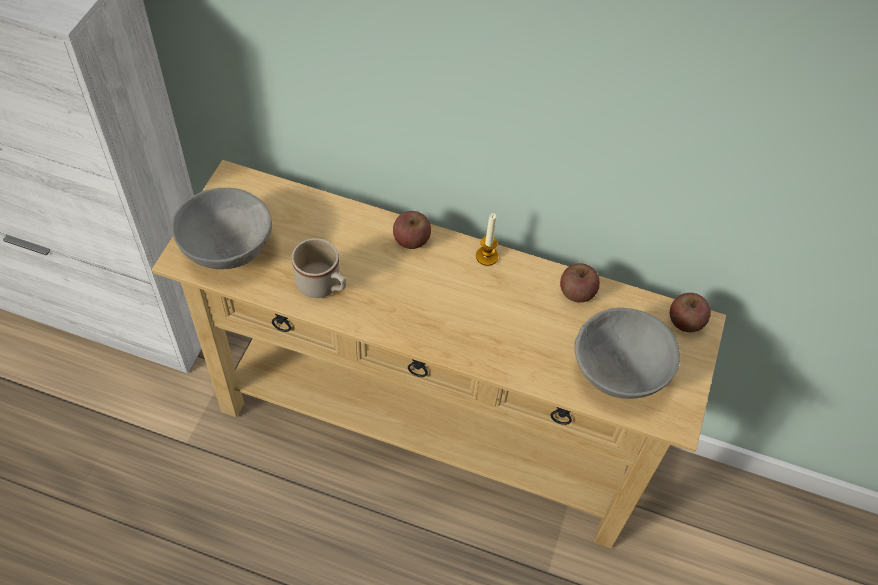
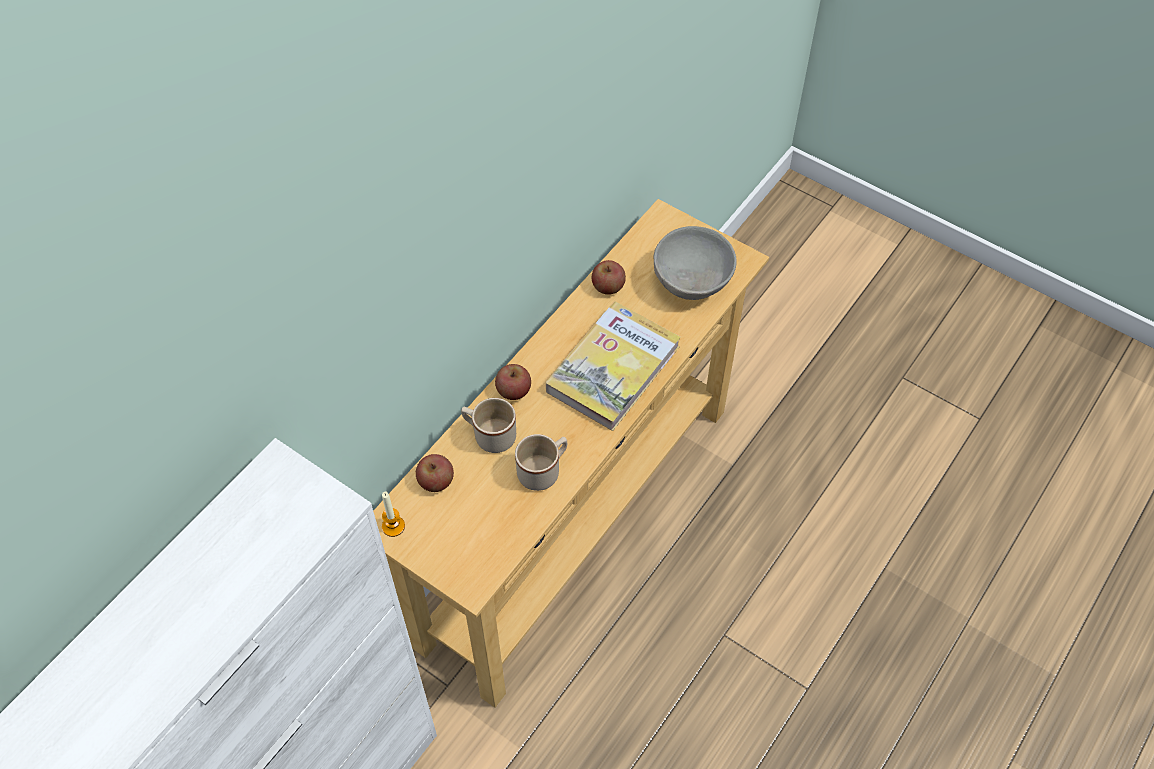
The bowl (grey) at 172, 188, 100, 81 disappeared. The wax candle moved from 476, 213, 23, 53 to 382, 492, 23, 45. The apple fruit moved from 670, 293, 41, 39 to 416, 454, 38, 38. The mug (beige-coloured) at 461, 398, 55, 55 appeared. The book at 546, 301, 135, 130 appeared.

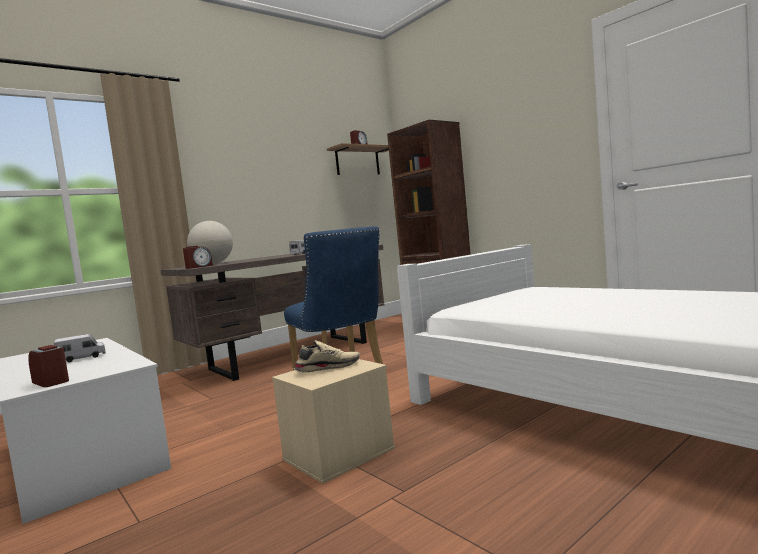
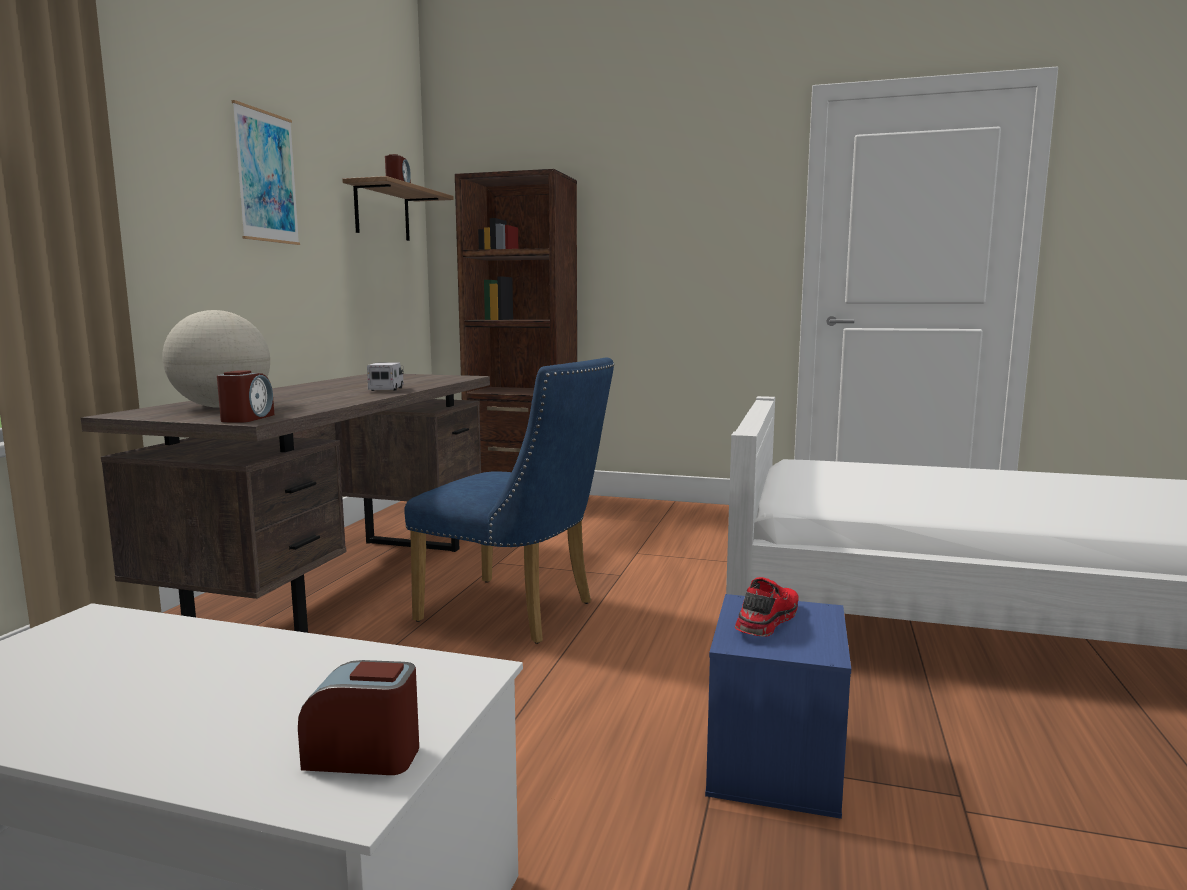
The toy lorry at 54, 334, 51, 28 disappeared. The storage container (beige-coloured) at 272, 359, 123, 125 became the storage container (bluish) at 705, 594, 146, 225. The item of footwear (beige-coloured) at 294, 340, 66, 33 became the item of footwear (reddish) at 735, 577, 64, 60. The picture at 232, 100, 68, 145 appeared.

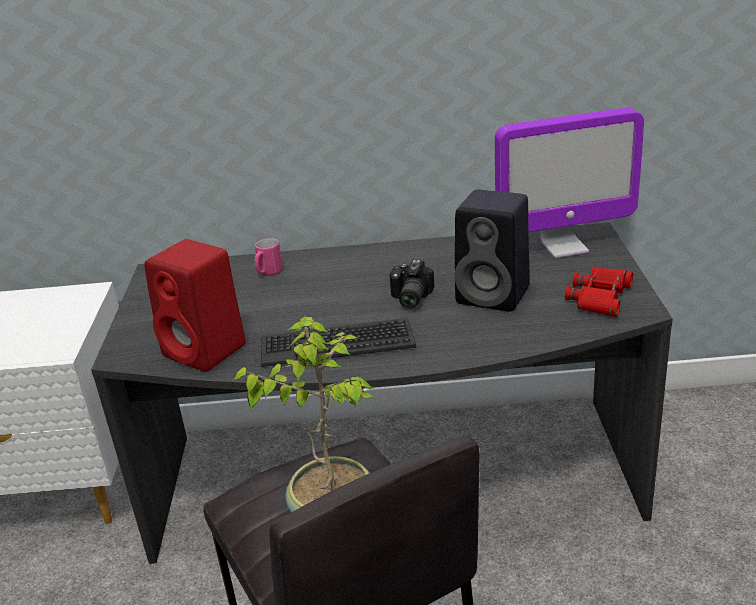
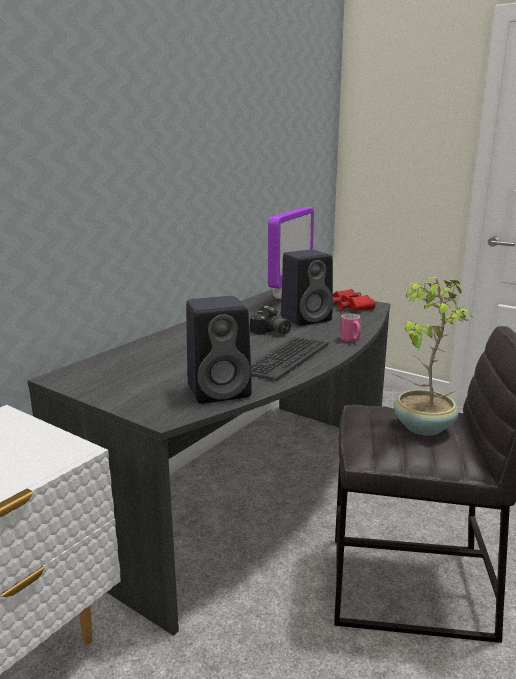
The loudspeaker (reddish) at 144, 239, 102, 133 became the loudspeaker (black) at 186, 296, 66, 108. The mug (pink) moved from 255, 238, 28, 38 to 340, 314, 21, 28.

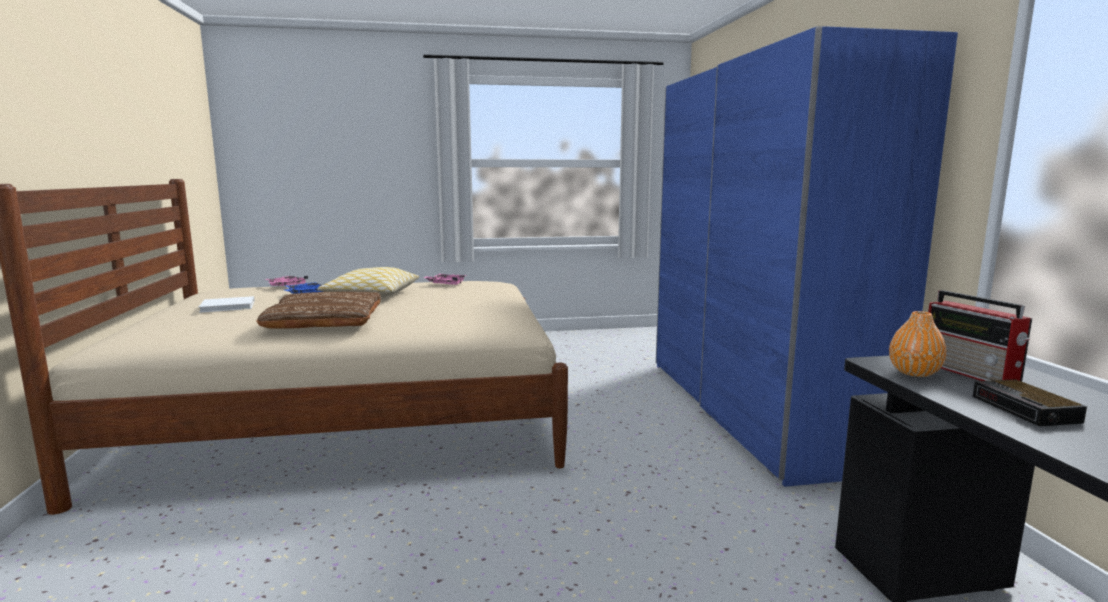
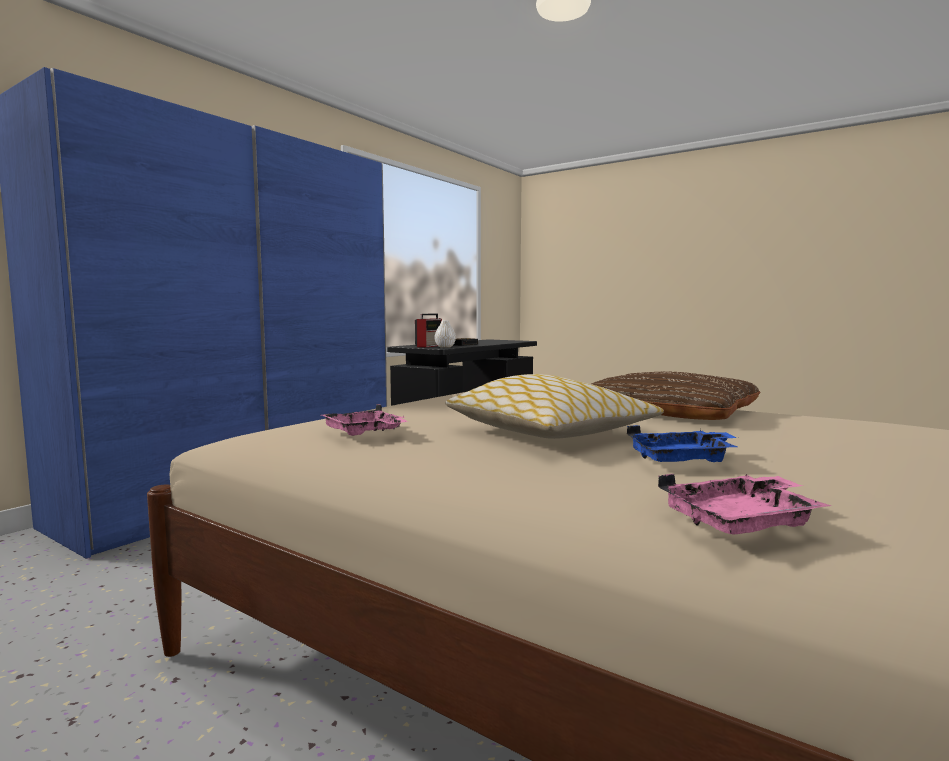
The book (white) at 199, 296, 56, 17 disappeared. The vase (orangey) at 889, 311, 58, 66 became the vase (white) at 435, 320, 21, 28.

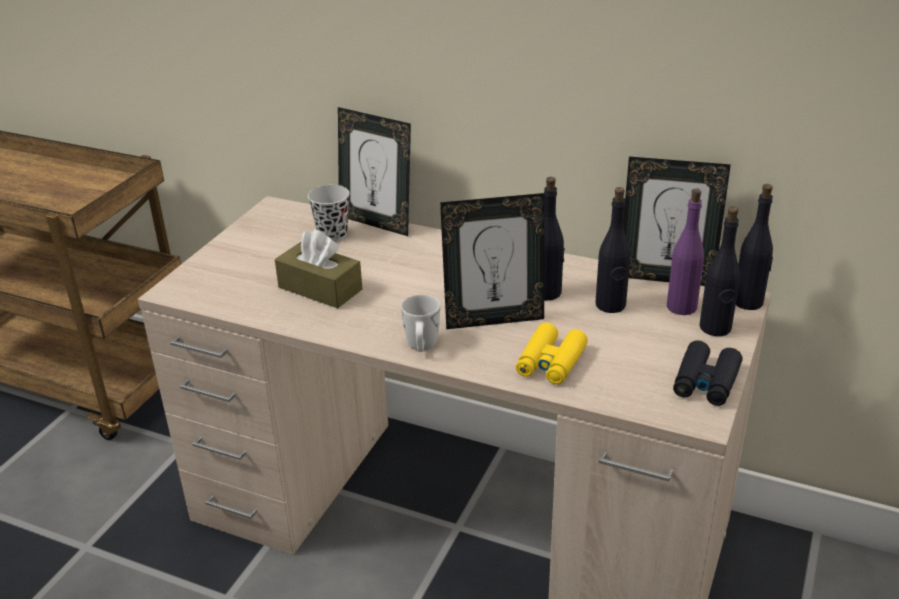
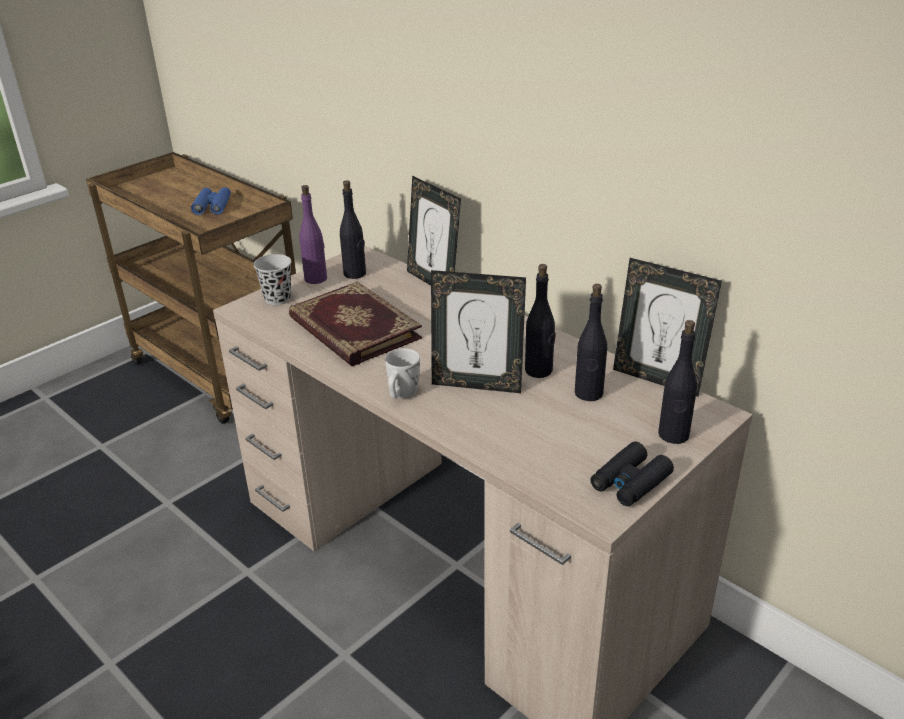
The tissue holder (brown) at 275, 230, 87, 78 was replaced by the book at 289, 281, 133, 85. The cup (black) moved from 308, 185, 42, 57 to 254, 254, 37, 51. The field glasses (yellow) at 516, 322, 72, 62 disappeared. The drink bottle (purple-coloured) moved from 667, 189, 37, 126 to 299, 185, 28, 99. The drink bottle (black) moved from 736, 184, 37, 126 to 340, 181, 26, 98. The field glasses (bluish) at 191, 187, 40, 28 appeared.

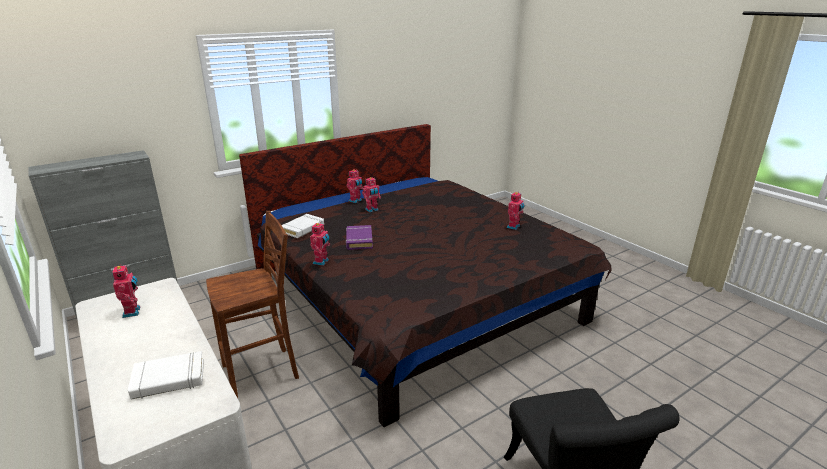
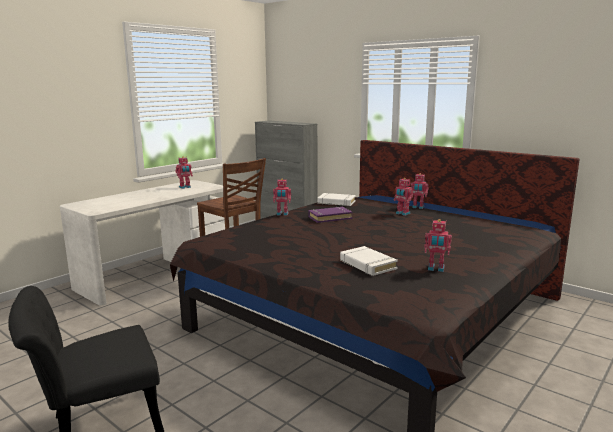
The book (white) moved from 128, 351, 76, 49 to 340, 246, 58, 30.

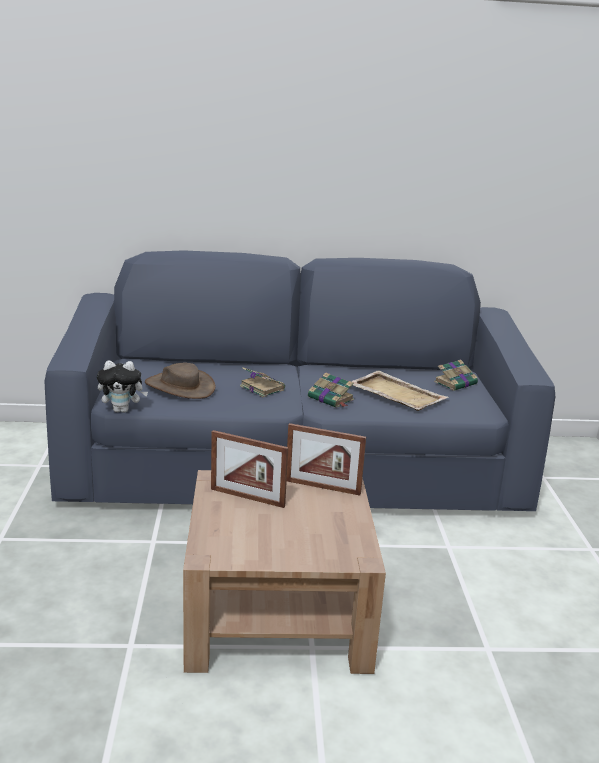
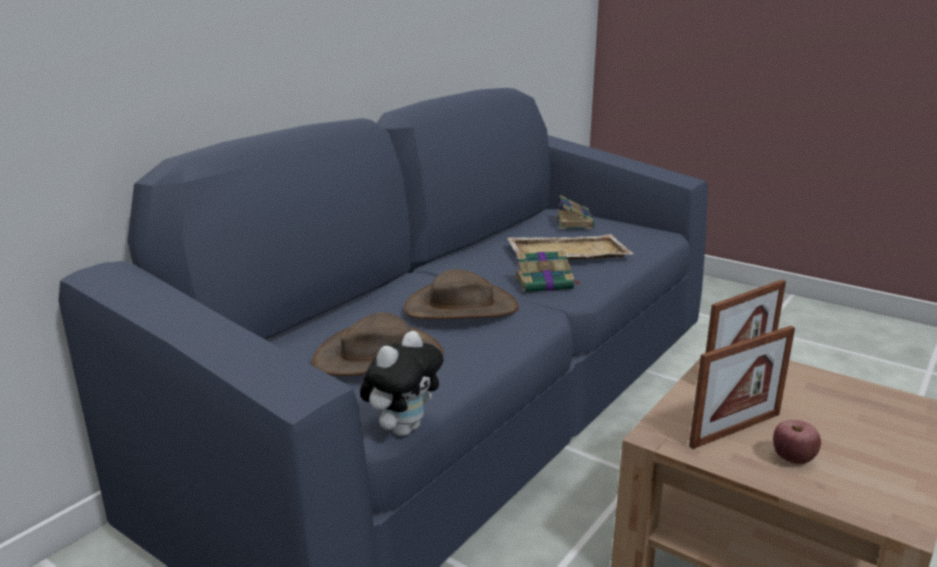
The book at 240, 367, 45, 30 was replaced by the wearable hat (brown) at 403, 269, 116, 50. The apple fruit at 773, 420, 48, 44 appeared.

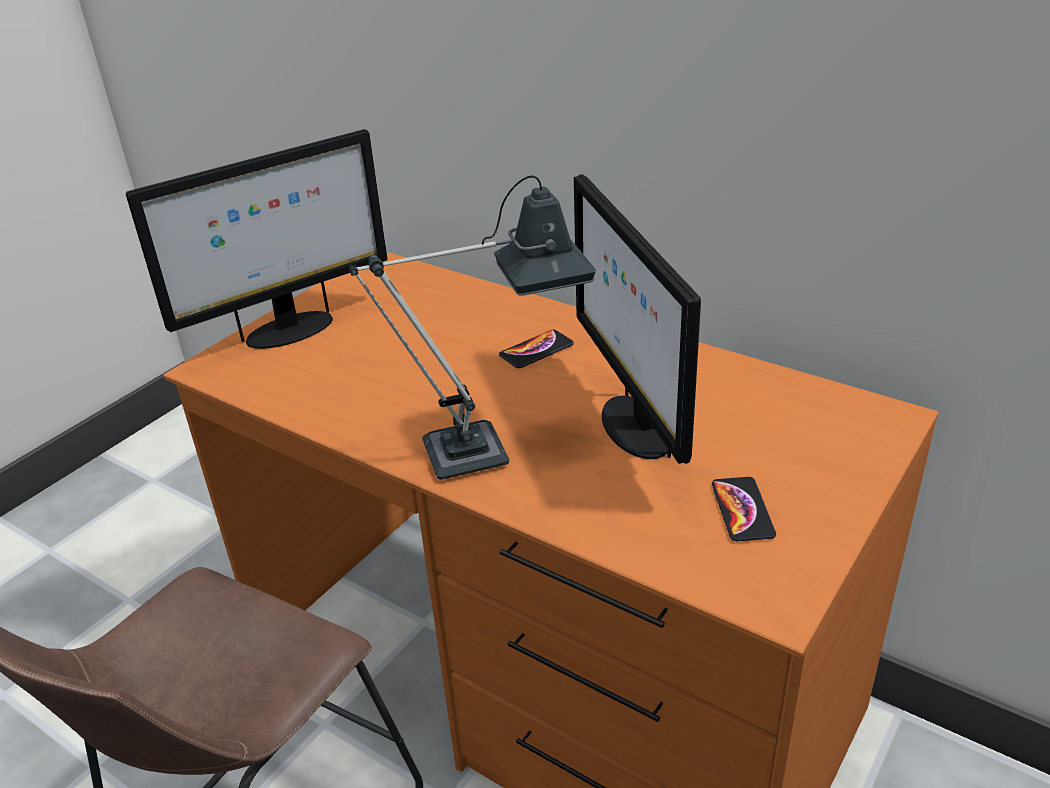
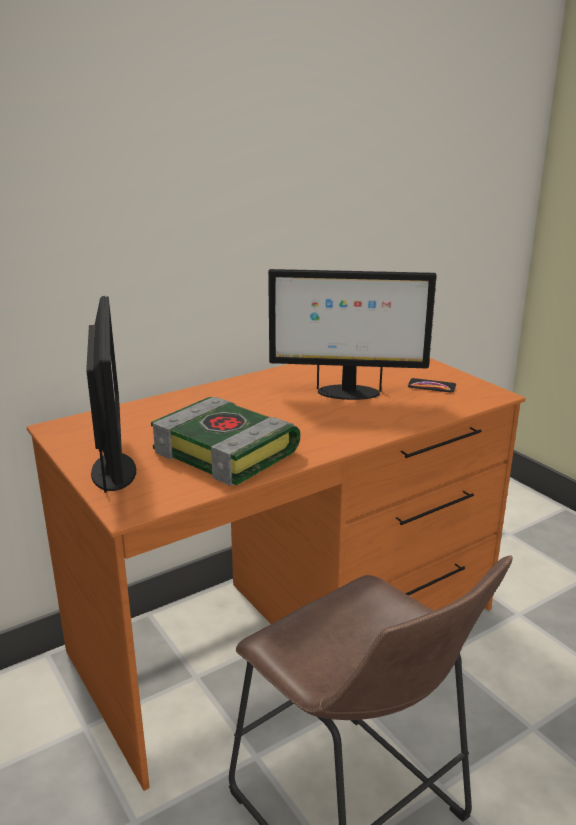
The lamp for a table at 349, 176, 247, 304 disappeared. The telephone at 499, 330, 75, 38 disappeared. The book at 151, 397, 150, 89 appeared.

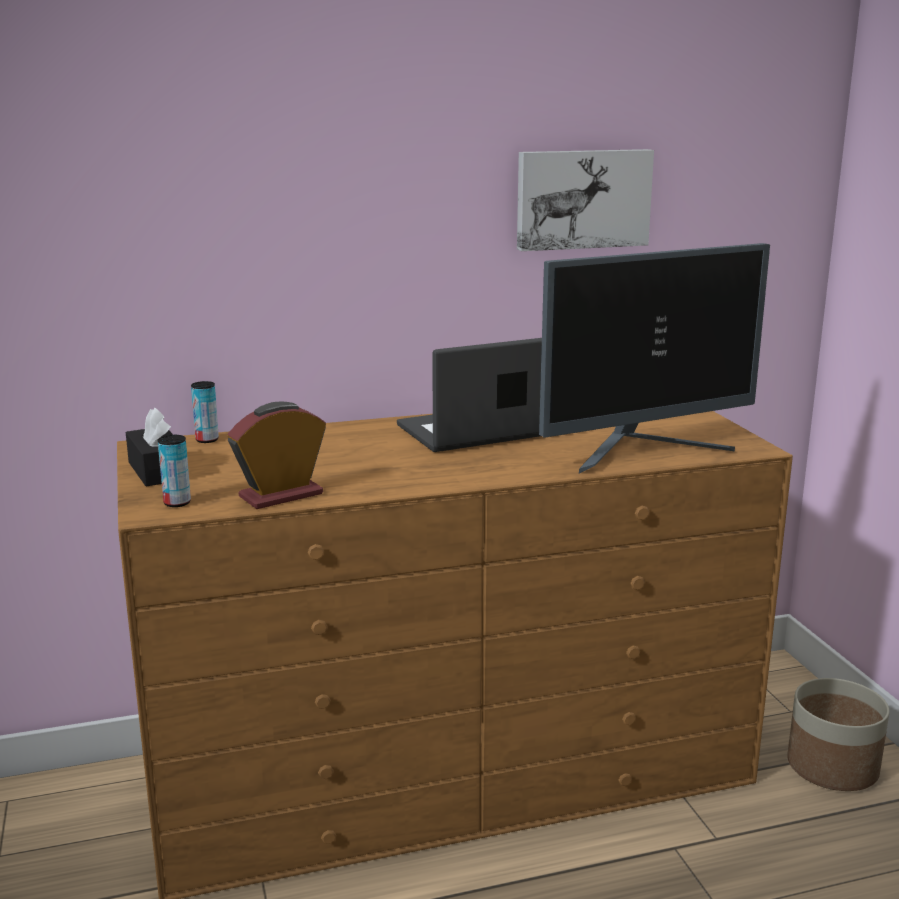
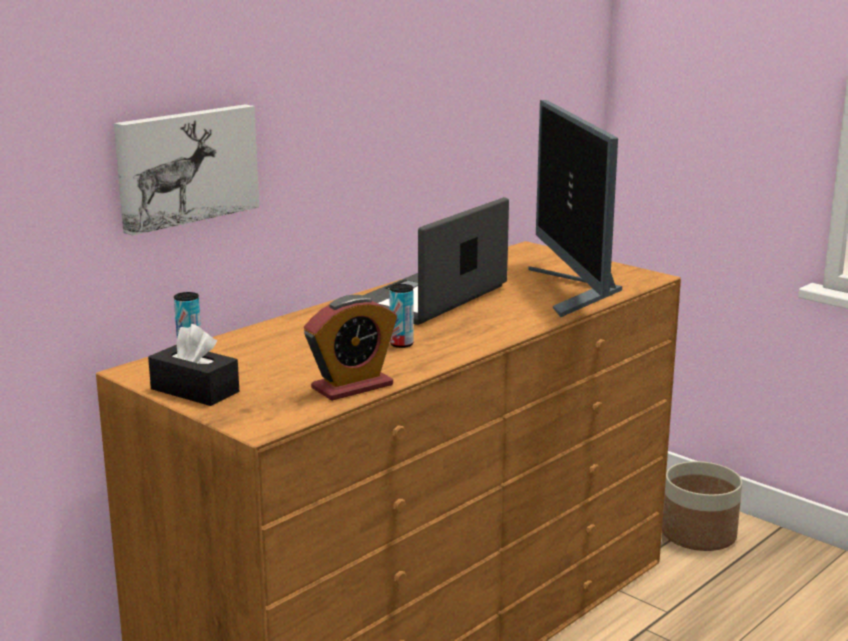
The can moved from 158, 435, 33, 72 to 389, 284, 25, 64. The table clock at 228, 402, 98, 107 turned 150 degrees counterclockwise. The picture moved from 517, 149, 137, 102 to 114, 104, 145, 131. The computer display at 539, 243, 231, 231 turned 135 degrees clockwise.

